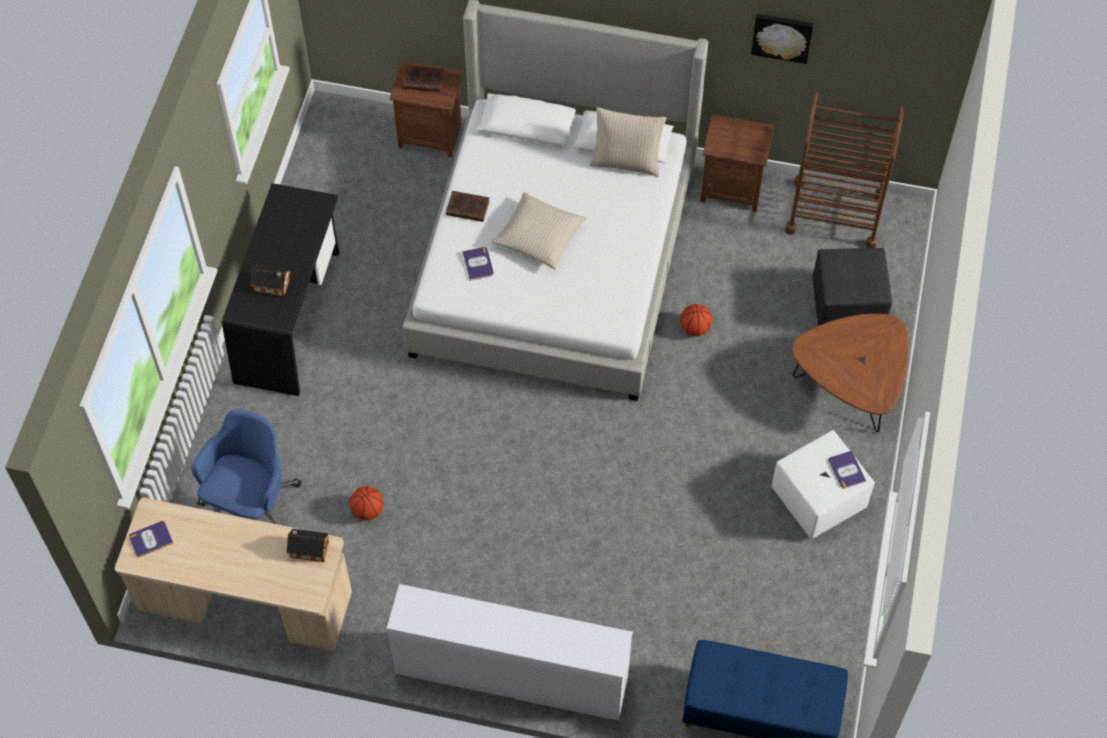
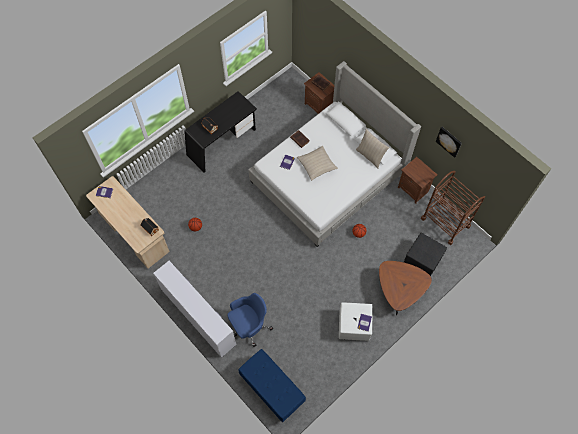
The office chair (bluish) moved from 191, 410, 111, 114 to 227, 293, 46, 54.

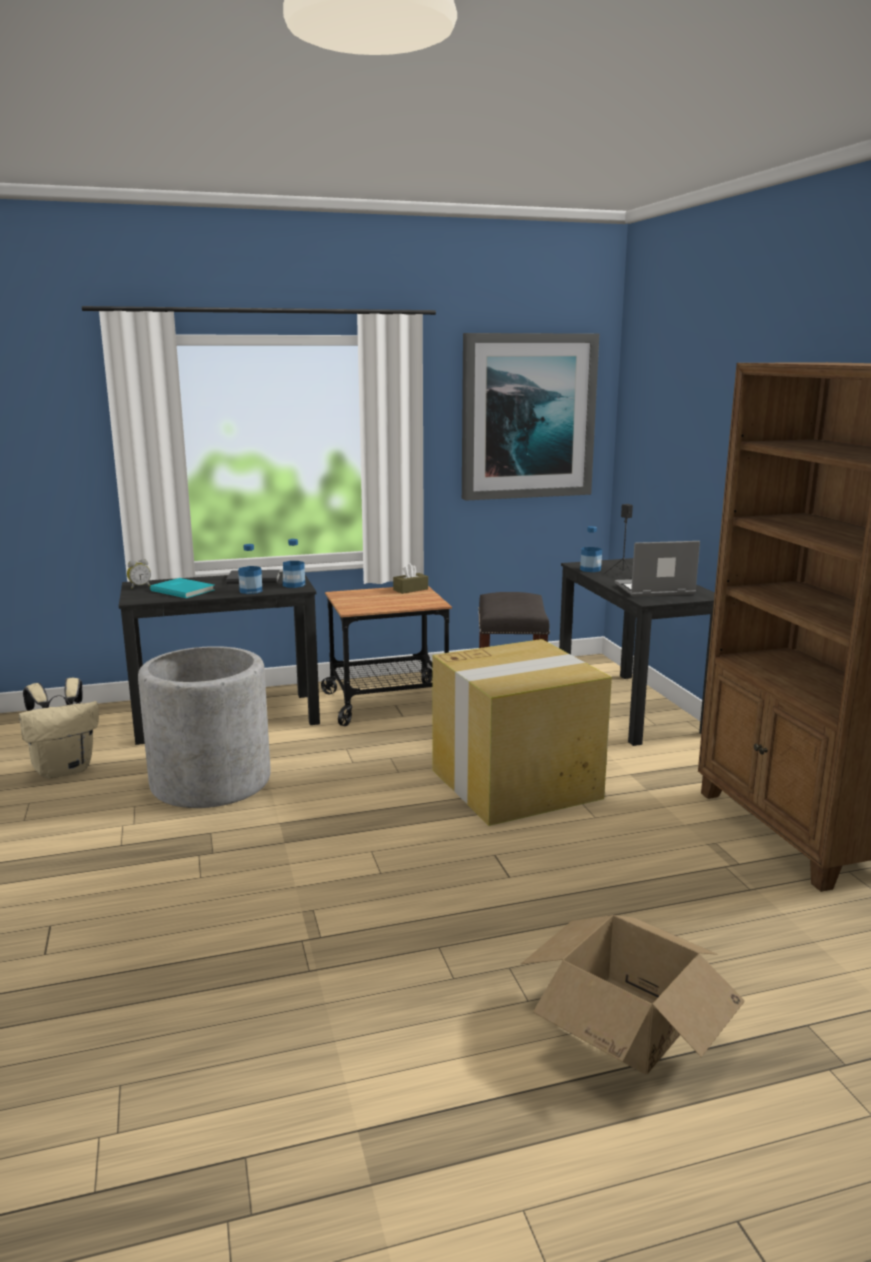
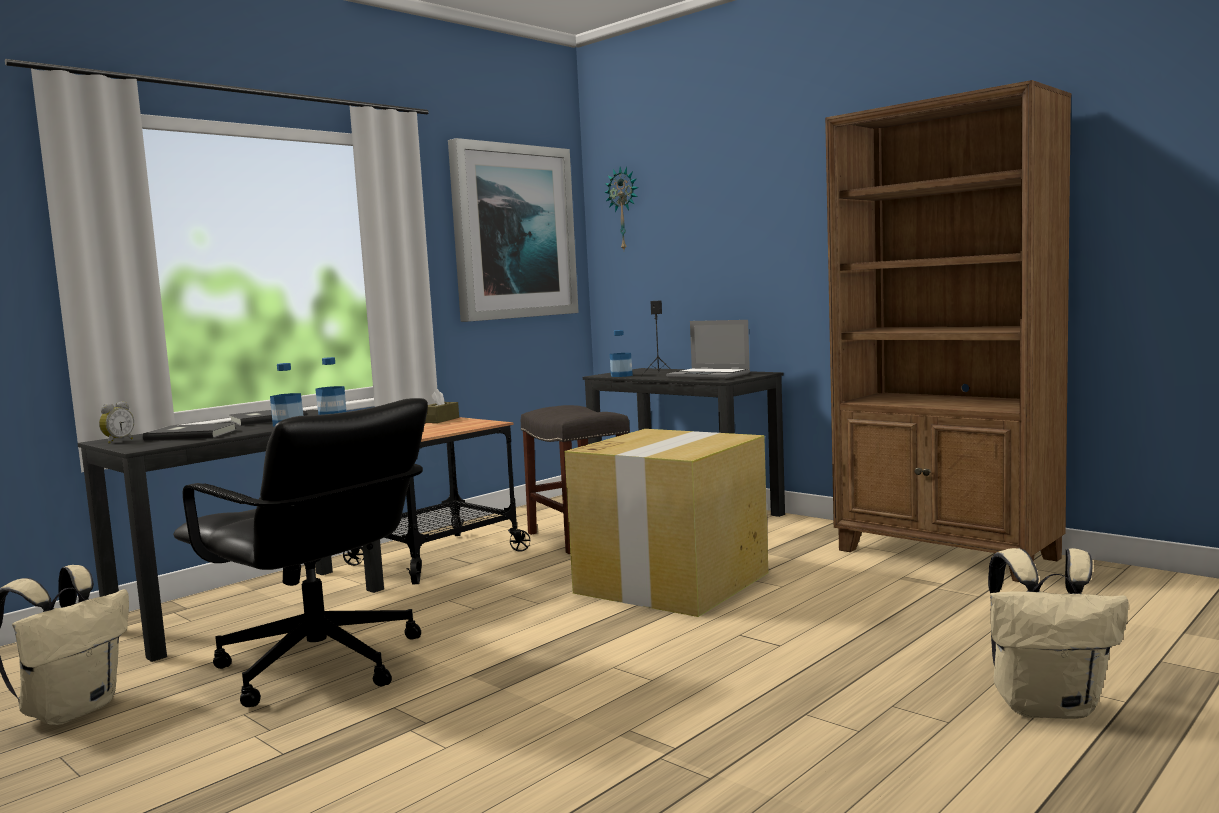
The planter (grey) at 138, 646, 133, 162 was replaced by the office chair (black) at 173, 398, 255, 309. The book (turquoise-coloured) at 150, 578, 64, 20 became the book (grey) at 143, 423, 94, 18. The packing box at 521, 915, 224, 160 was replaced by the backpack (beige-coloured) at 988, 548, 141, 171. The laptop at 615, 541, 85, 56 turned 105 degrees counterclockwise. The clock on the wall at 604, 167, 35, 83 appeared.

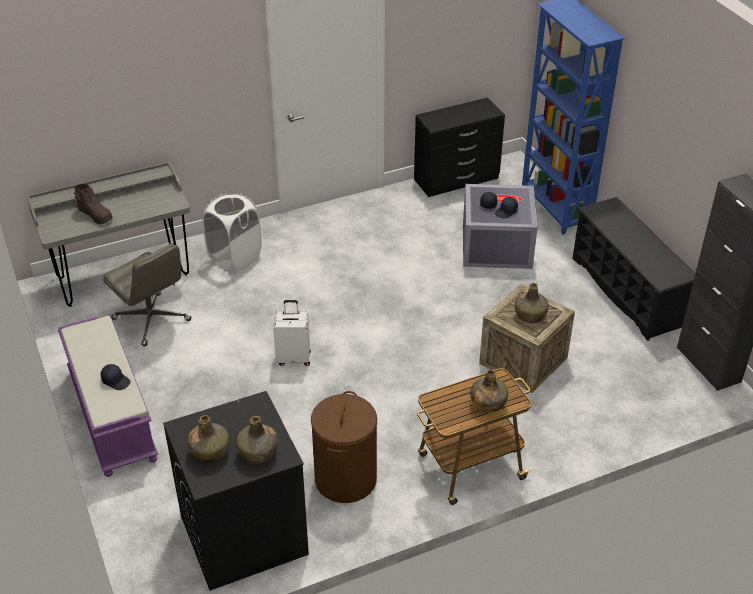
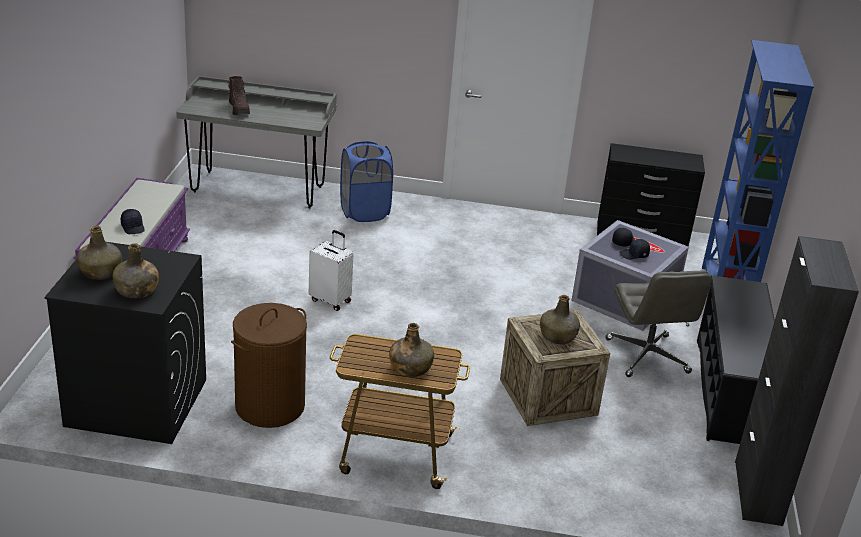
The office chair (grey) moved from 103, 243, 89, 103 to 605, 270, 106, 107. The washing basket (white) at 202, 193, 60, 78 became the washing basket (bluish) at 340, 141, 53, 81.

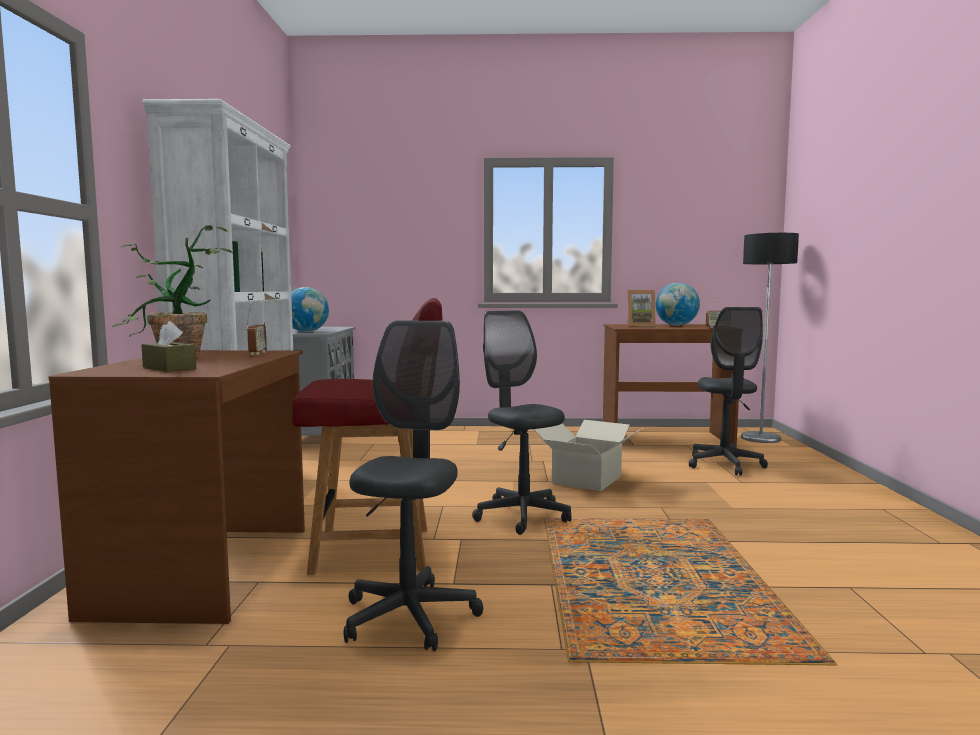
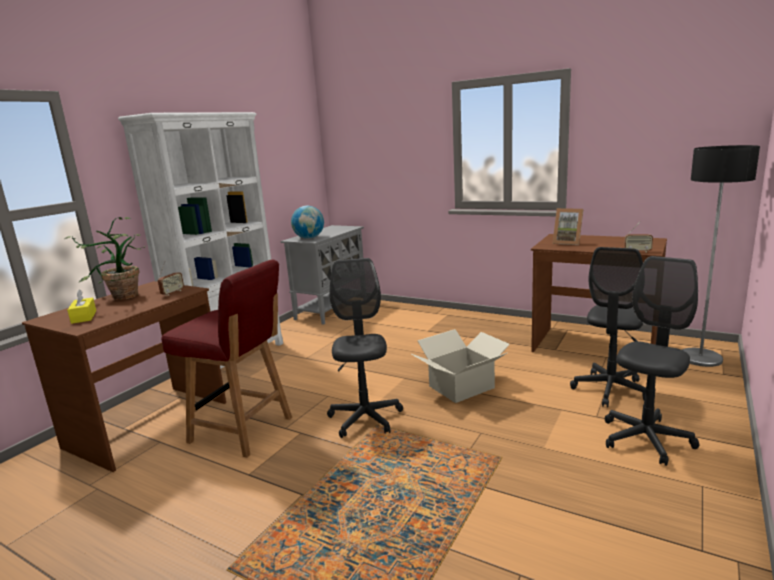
The tissue holder (brown) at 141, 321, 55, 51 became the tissue holder (yellow) at 67, 290, 29, 34. The office chair (grey) moved from 343, 320, 140, 331 to 605, 256, 94, 210. The desk globe at 655, 283, 45, 43 disappeared.

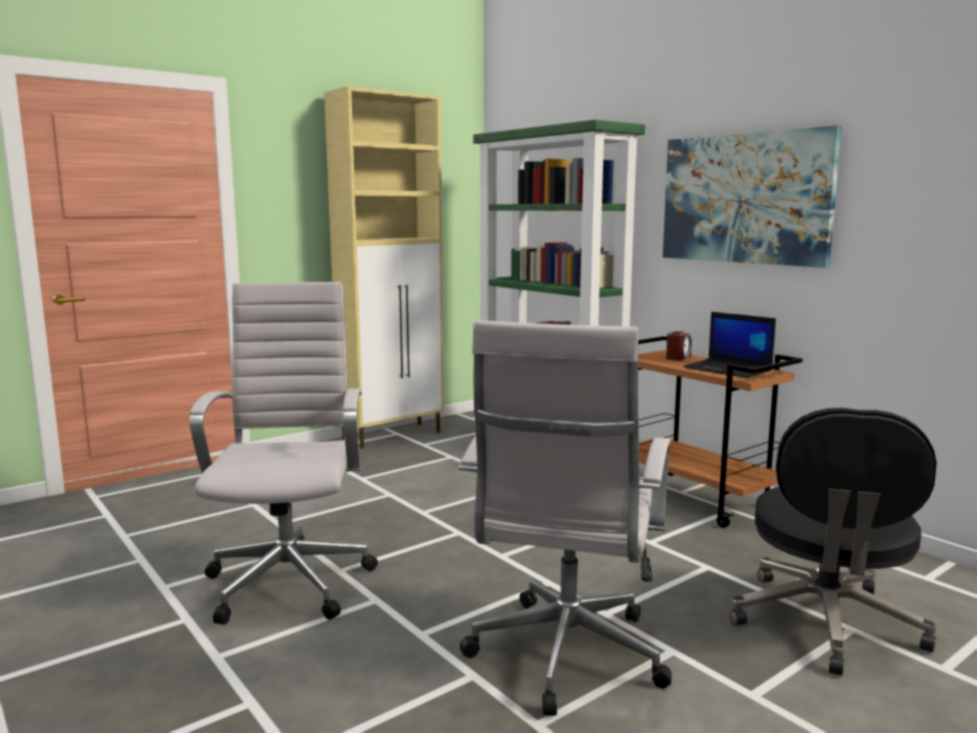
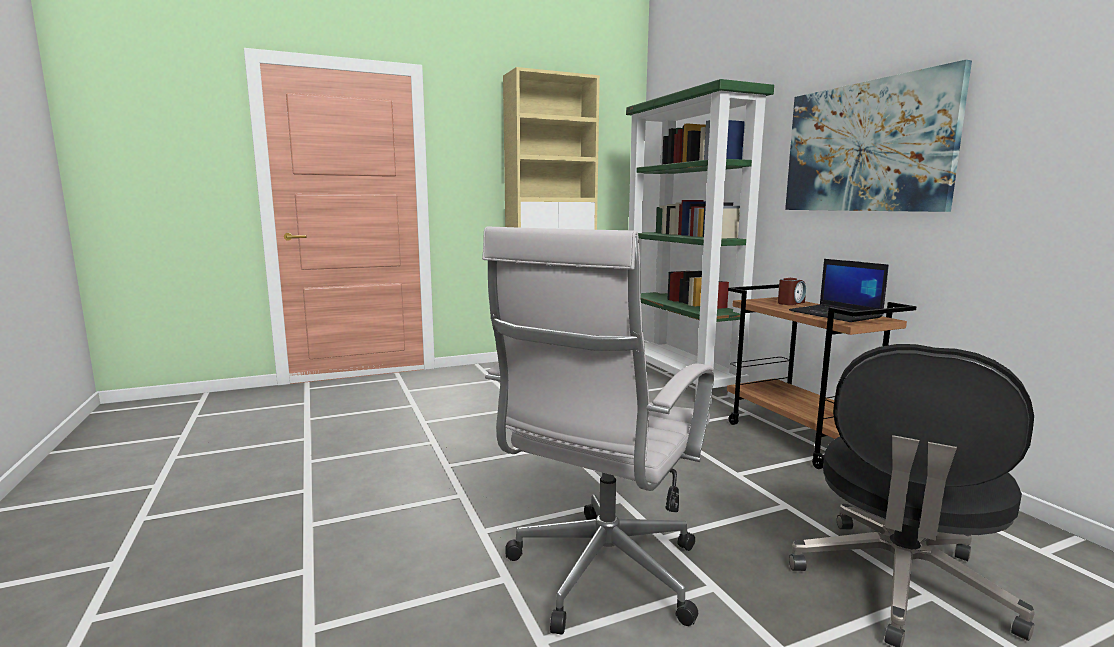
The office chair (white) at 190, 282, 188, 343 disappeared.

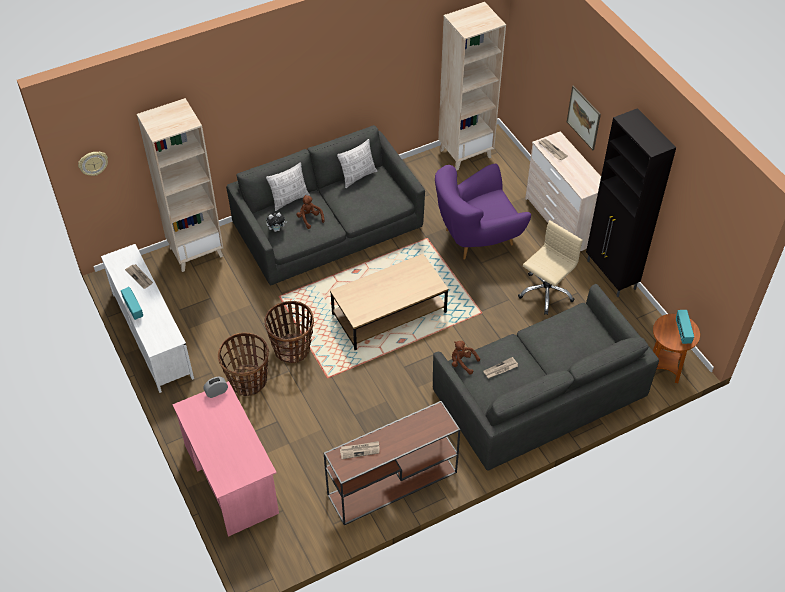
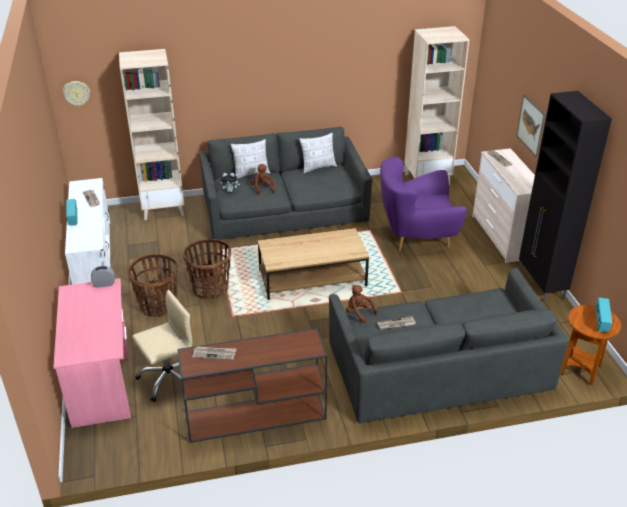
The office chair (beige-coloured) moved from 518, 220, 65, 95 to 132, 290, 60, 112.

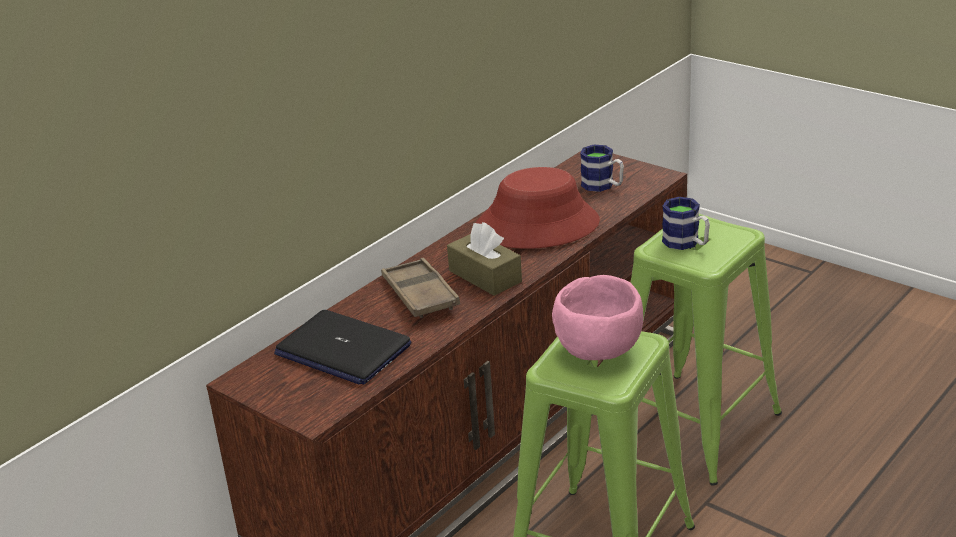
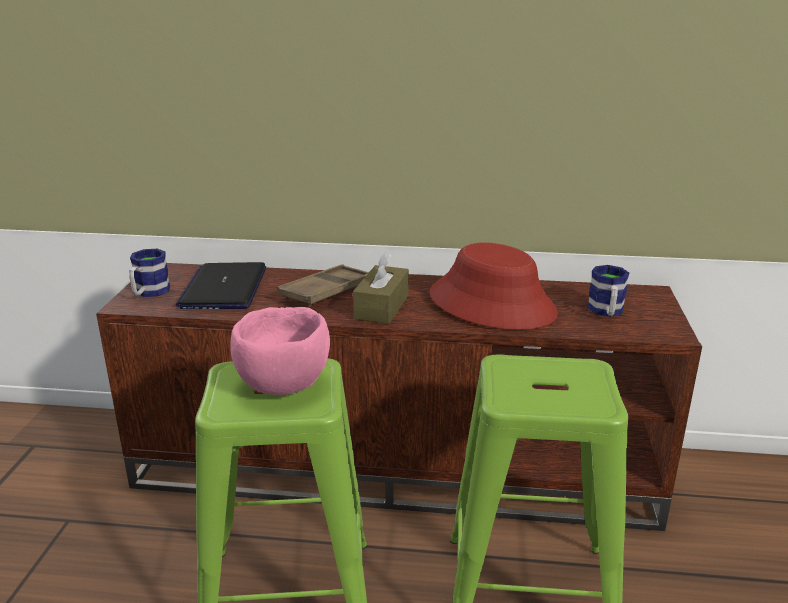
The mug moved from 662, 197, 48, 53 to 129, 249, 41, 48.

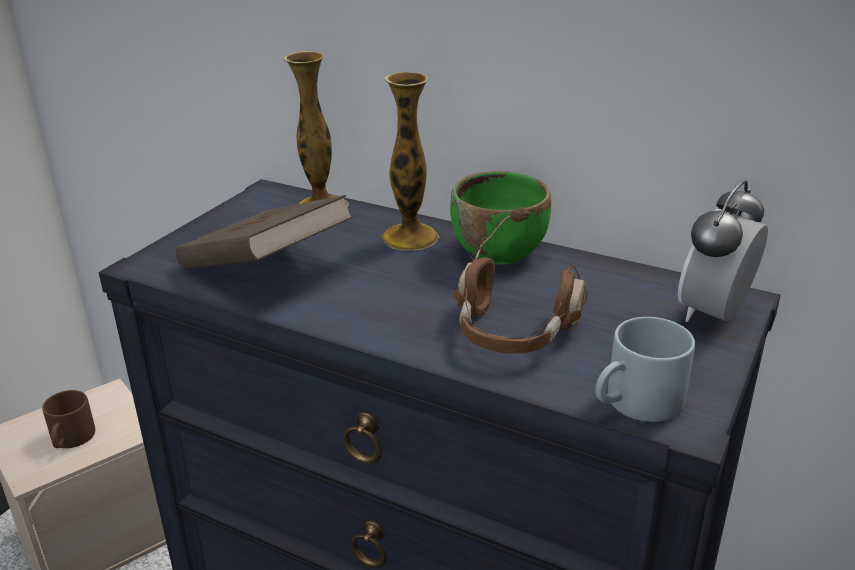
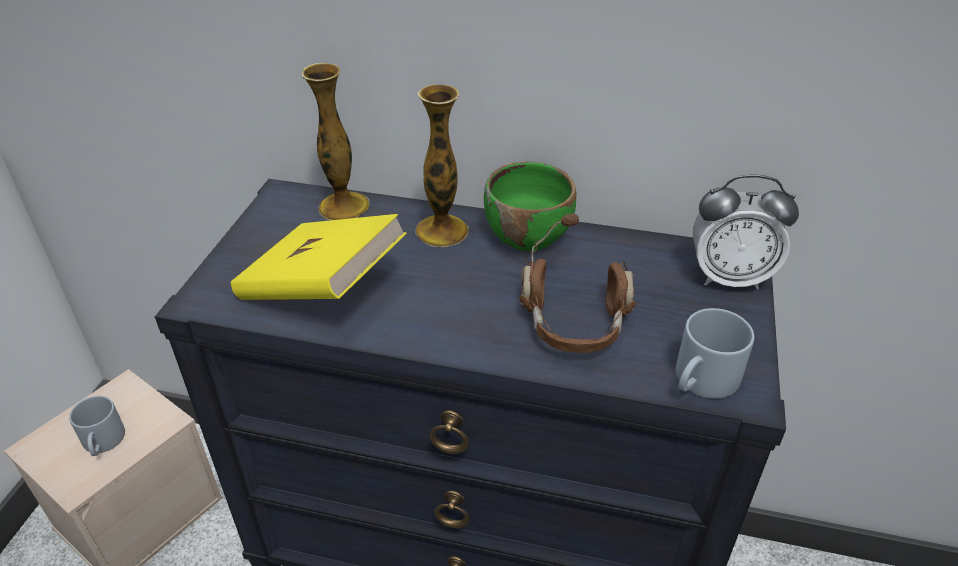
The mug (brown) at 42, 390, 53, 58 became the mug (grey) at 69, 396, 56, 60. The book (brown) at 176, 195, 178, 74 became the book (yellow) at 231, 214, 176, 86. The table clock at 678, 180, 90, 142 turned 105 degrees counterclockwise.

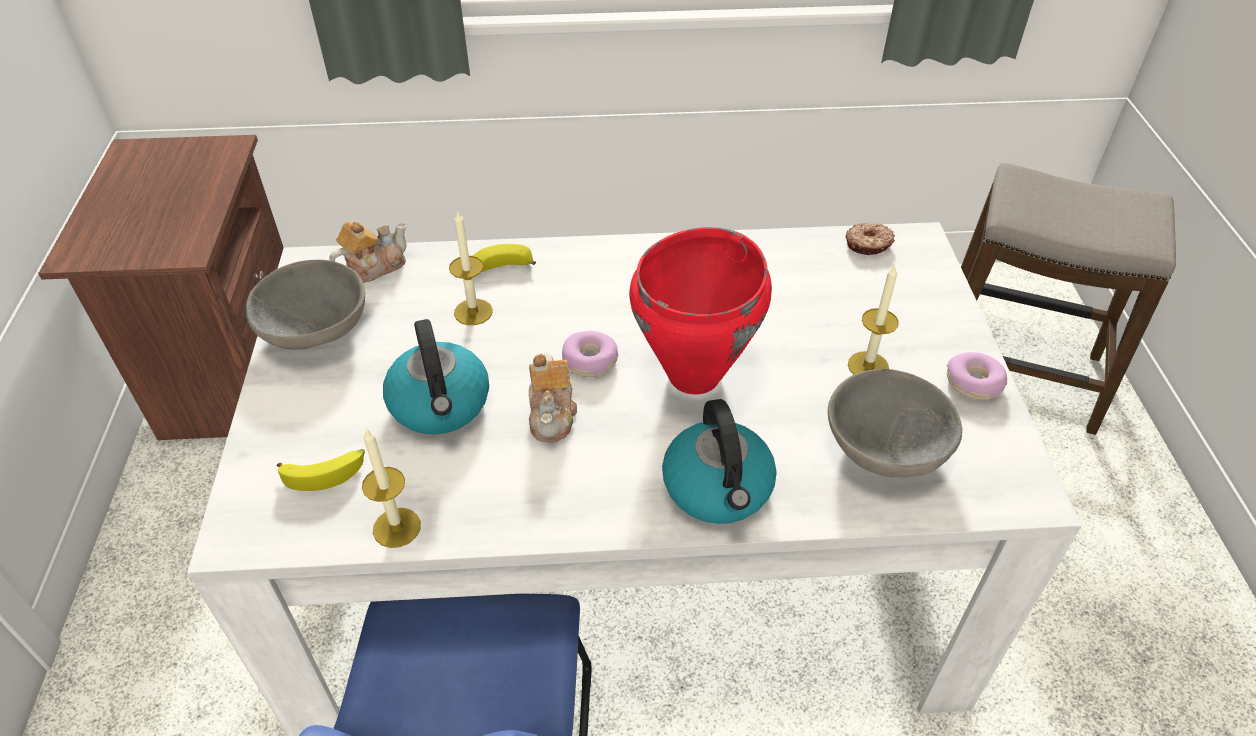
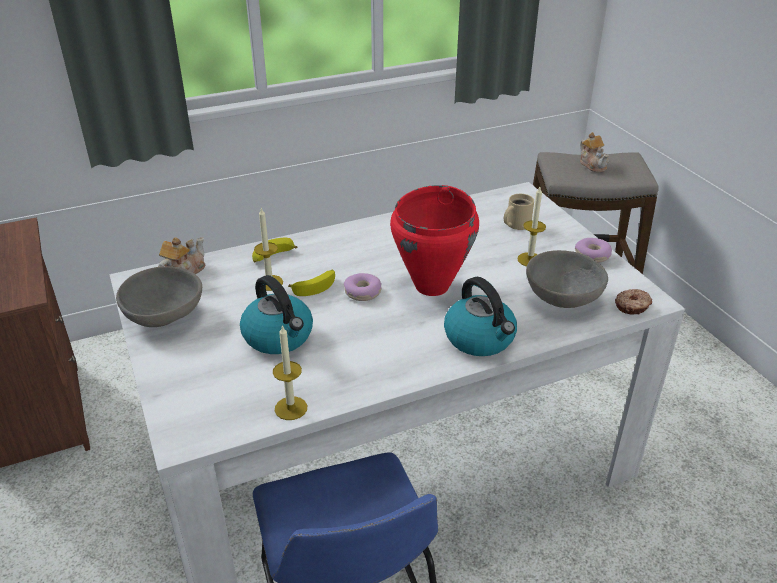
The banana fruit moved from 277, 449, 88, 42 to 288, 269, 47, 27. The tea pot moved from 528, 353, 49, 89 to 580, 132, 29, 40. The ring doughnut moved from 846, 222, 49, 33 to 615, 289, 37, 25. The mug (beige-coloured) at 504, 194, 30, 36 appeared.

